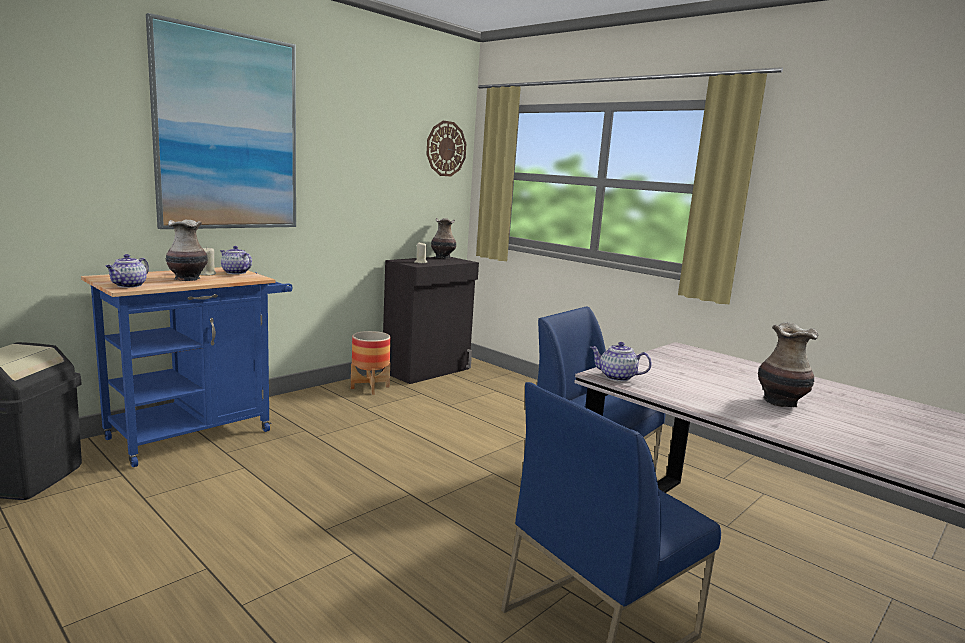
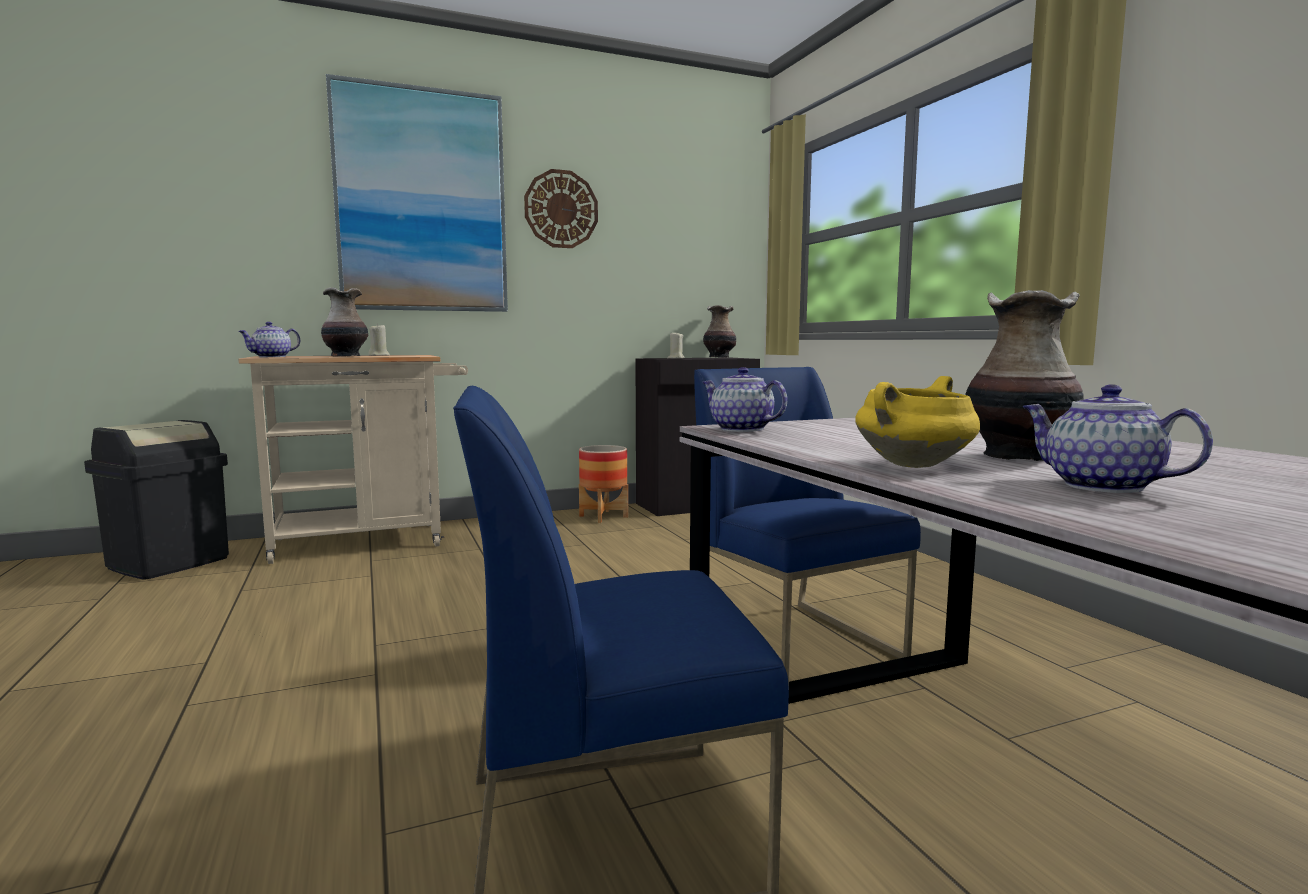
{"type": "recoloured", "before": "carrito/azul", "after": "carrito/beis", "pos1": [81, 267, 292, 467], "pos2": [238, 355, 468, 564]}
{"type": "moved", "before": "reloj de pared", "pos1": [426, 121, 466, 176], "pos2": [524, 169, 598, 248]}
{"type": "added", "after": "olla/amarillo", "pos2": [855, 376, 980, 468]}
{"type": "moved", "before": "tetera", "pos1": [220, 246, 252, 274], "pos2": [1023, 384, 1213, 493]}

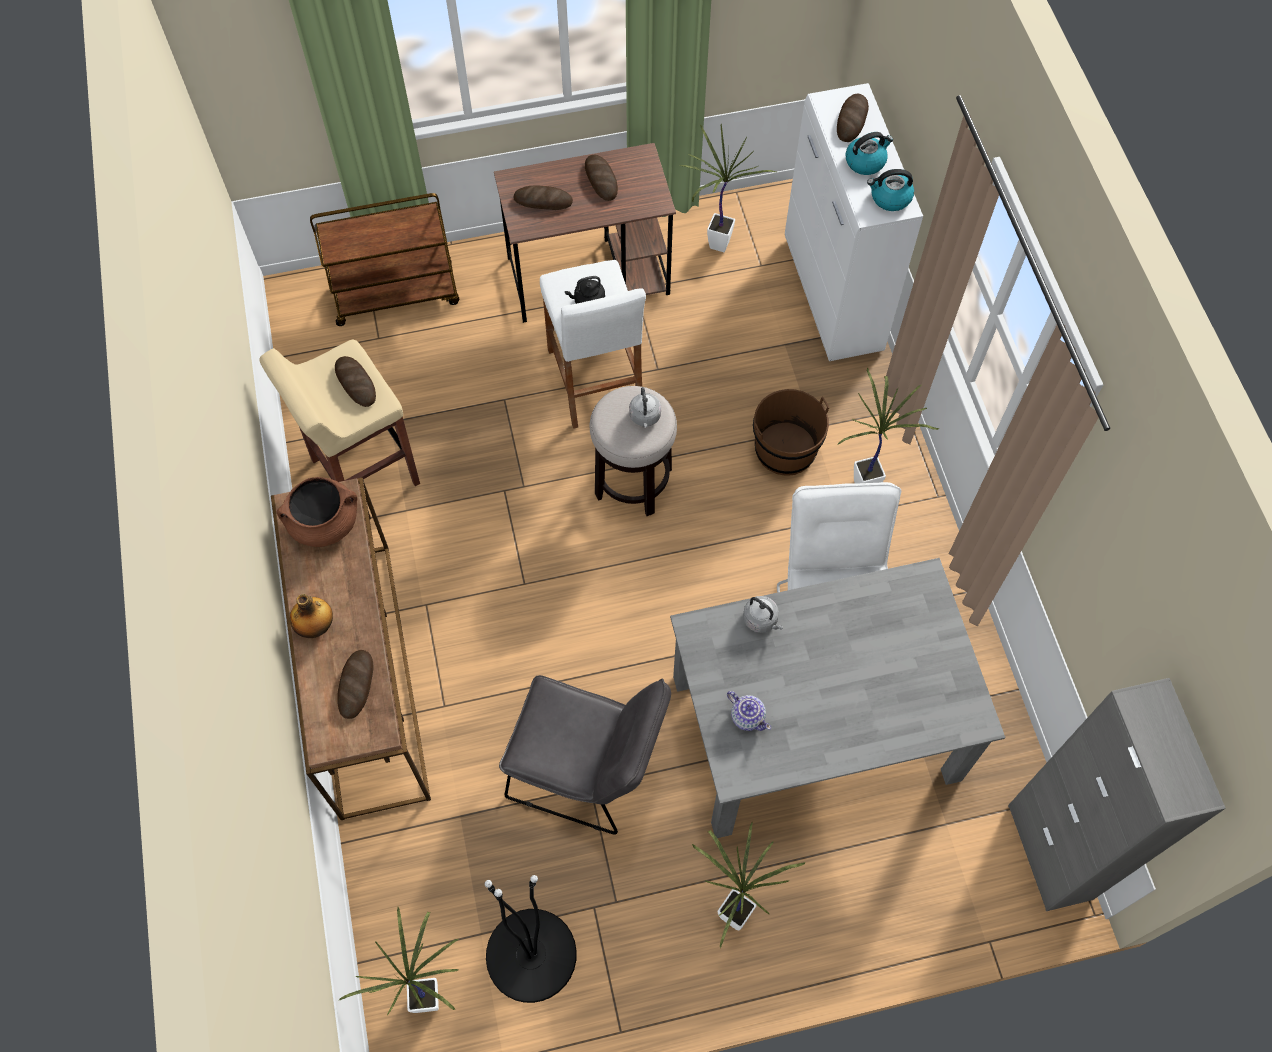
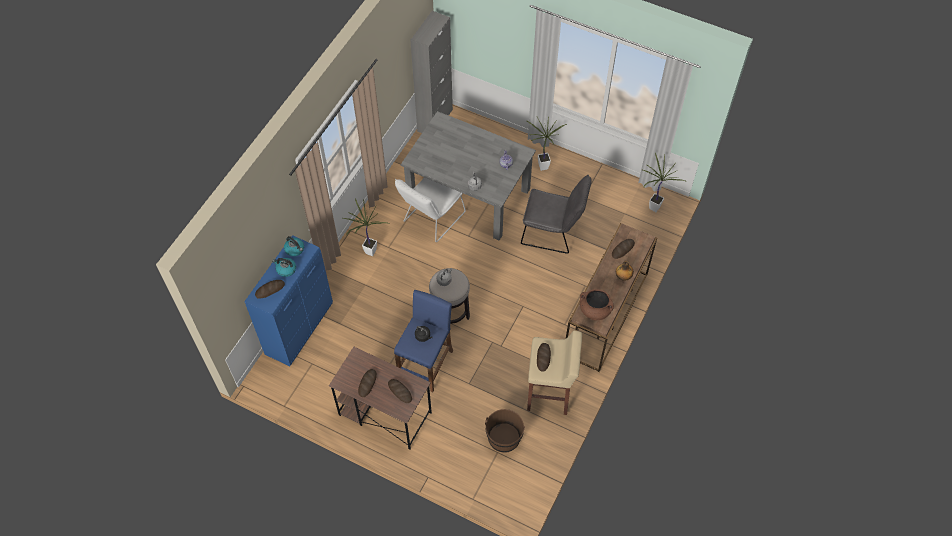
{"type": "recoloured", "before": "armario/blanco", "after": "armario/azul", "pos1": [785, 83, 923, 361], "pos2": [244, 235, 333, 366]}
{"type": "recoloured", "before": "taburete/blanco", "after": "taburete/azul", "pos1": [540, 260, 646, 429], "pos2": [394, 290, 453, 392]}
{"type": "moved", "before": "cubo/marrón", "pos1": [753, 389, 829, 476], "pos2": [485, 409, 525, 453]}
{"type": "turned", "before": "silla/gris", "pos1": [499, 675, 671, 835], "pos2": [521, 174, 592, 254], "turn": 135}
{"type": "removed", "before": "carrito/marrón", "pos1": [310, 193, 459, 326]}
{"type": "removed", "before": "lámpara de pie/negro", "pos1": [485, 875, 577, 1003]}
{"type": "removed", "before": "planta en maceta", "pos1": [680, 124, 776, 252]}

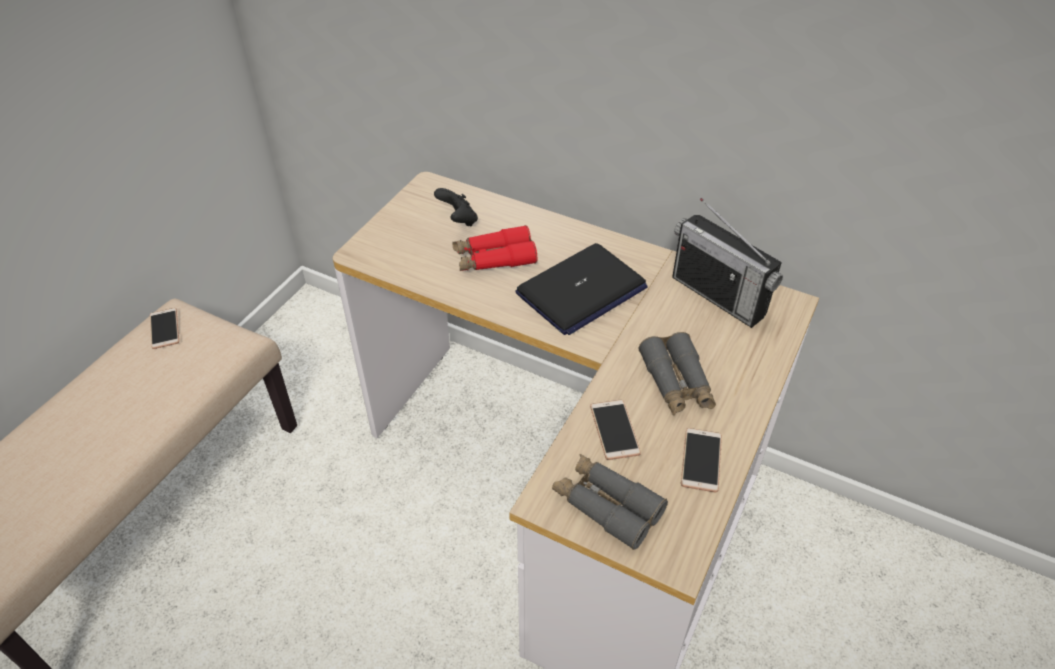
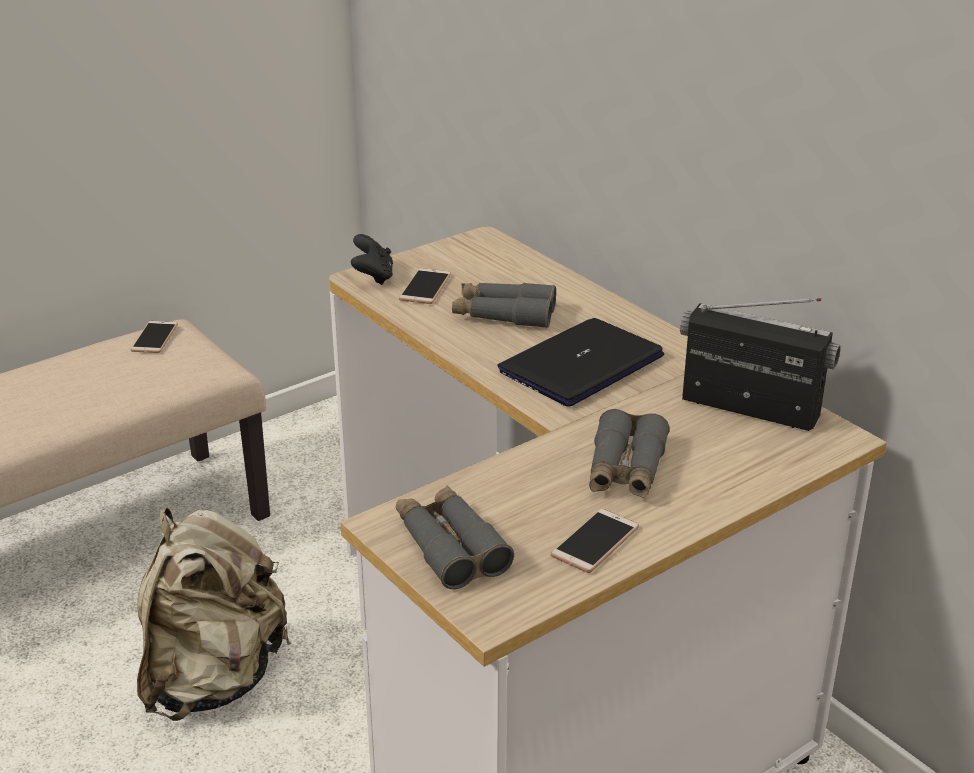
{"type": "added", "after": "mochila/beis", "pos2": [137, 508, 291, 721]}
{"type": "moved", "before": "mando de consola/negro", "pos1": [434, 188, 478, 227], "pos2": [351, 234, 393, 285]}
{"type": "moved", "before": "móvil", "pos1": [590, 400, 641, 460], "pos2": [399, 268, 451, 304]}
{"type": "recoloured", "before": "prismáticos/rojo", "after": "prismáticos/gris", "pos1": [452, 225, 537, 271], "pos2": [452, 283, 556, 328]}
{"type": "turned", "before": "portátil", "pos1": [515, 243, 648, 335], "pos2": [497, 318, 664, 407], "turn": 150}
{"type": "turned", "before": "radio", "pos1": [672, 198, 783, 328], "pos2": [680, 298, 841, 431], "turn": 135}

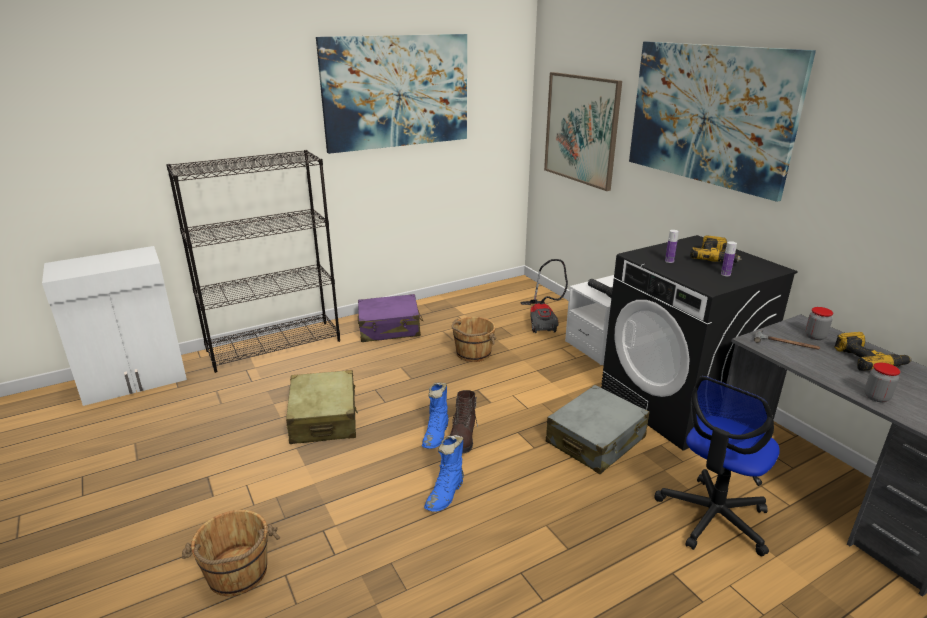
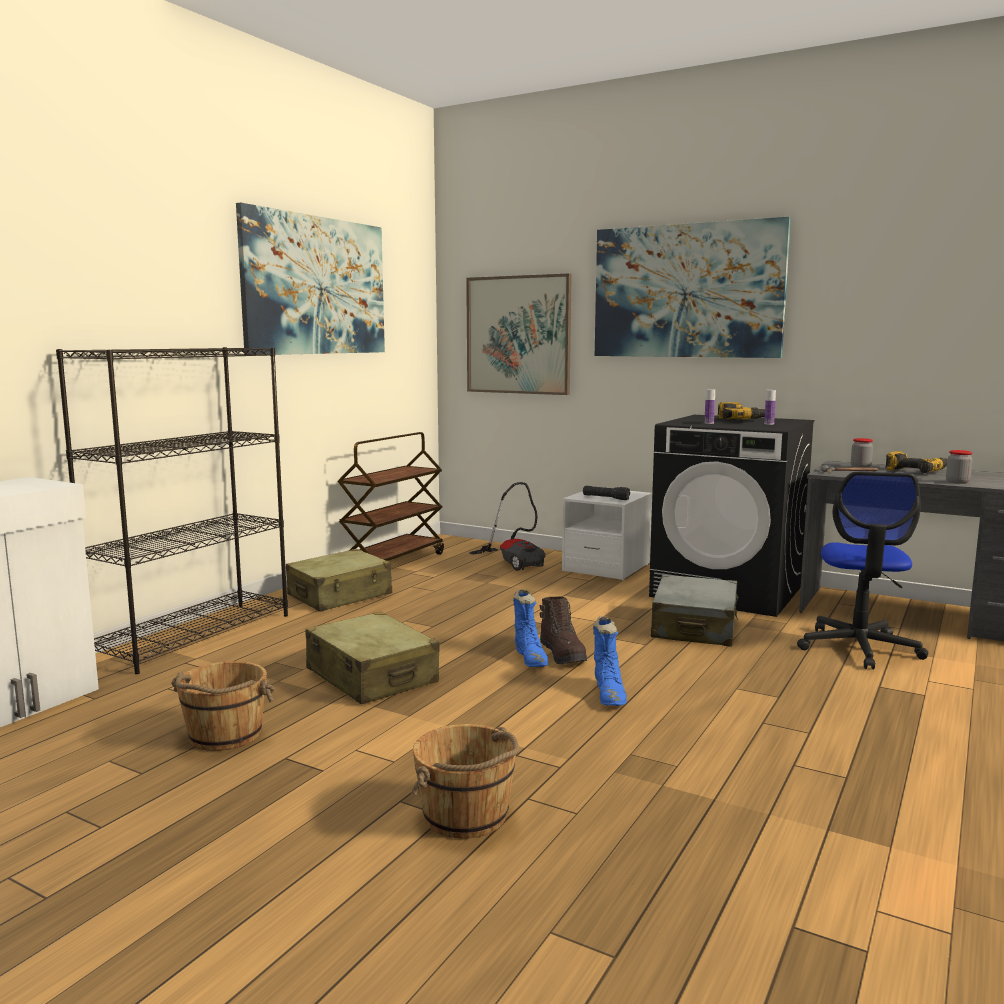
{"type": "moved", "before": "cubo/marrón", "pos1": [452, 317, 496, 362], "pos2": [171, 661, 275, 751]}
{"type": "recoloured", "before": "maleta/morado", "after": "maleta/beis", "pos1": [358, 294, 423, 342], "pos2": [286, 549, 392, 612]}
{"type": "added", "after": "carrito/marrón", "pos2": [338, 432, 444, 561]}

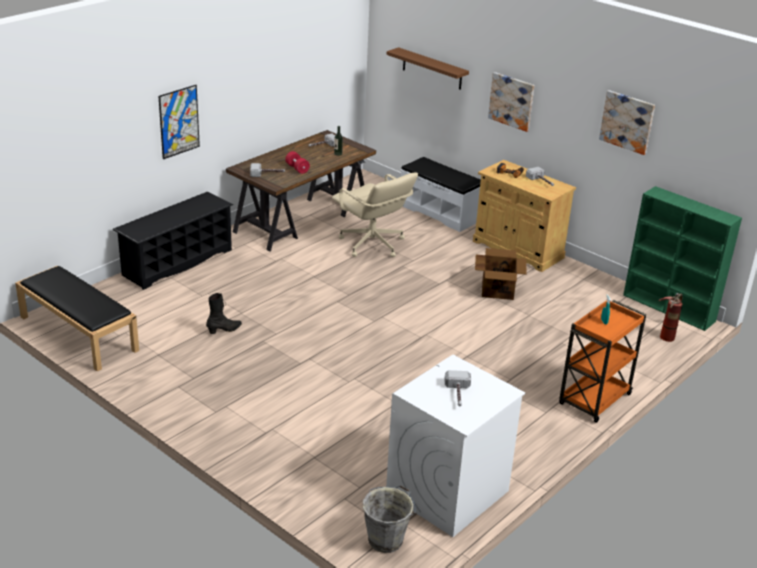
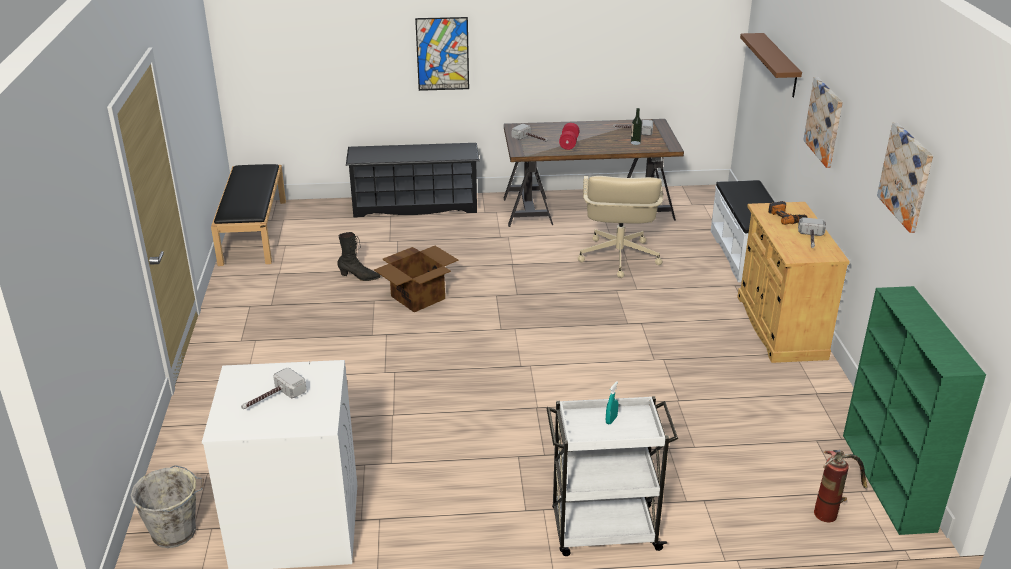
{"type": "moved", "before": "caja de cartón", "pos1": [475, 248, 527, 300], "pos2": [374, 246, 458, 312]}
{"type": "recoloured", "before": "carrito/naranja", "after": "carrito/blanco", "pos1": [559, 300, 646, 423], "pos2": [546, 396, 678, 556]}

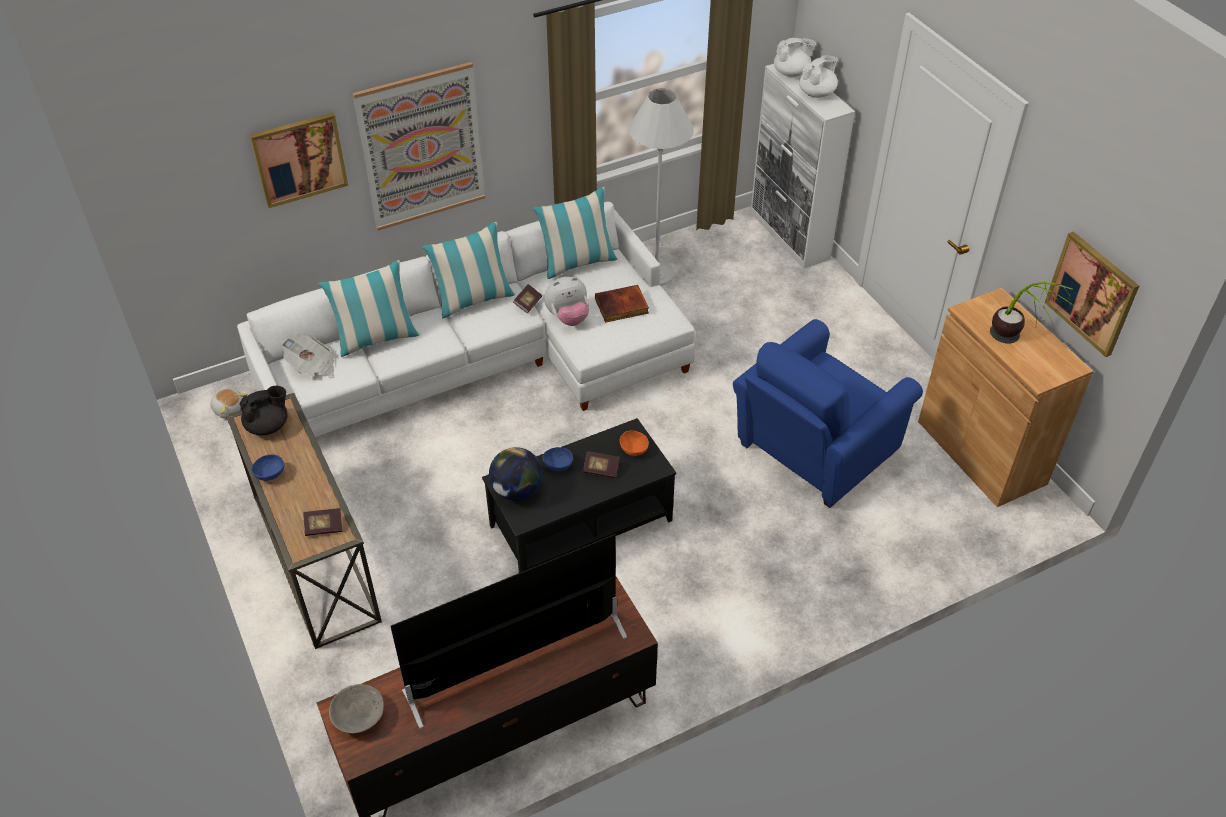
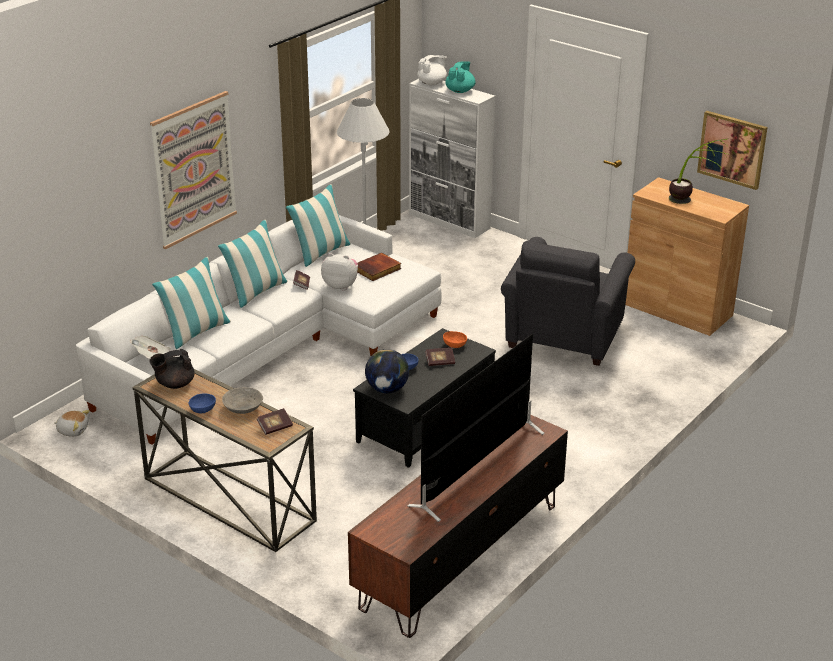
{"type": "turned", "before": "tetera/negro", "pos1": [239, 386, 288, 435], "pos2": [149, 349, 194, 389], "turn": -150}
{"type": "moved", "before": "cuenco/gris", "pos1": [329, 684, 384, 733], "pos2": [222, 387, 263, 414]}
{"type": "turned", "before": "peluche", "pos1": [544, 276, 589, 326], "pos2": [321, 253, 358, 290], "turn": -120}
{"type": "recoloured", "before": "tetera/blanco", "after": "tetera/turquesa", "pos1": [799, 55, 838, 98], "pos2": [445, 61, 475, 93]}
{"type": "recoloured", "before": "sillón/azul", "after": "sillón/gris", "pos1": [733, 319, 923, 508], "pos2": [501, 237, 635, 366]}
{"type": "removed", "before": "cuadro", "pos1": [250, 113, 348, 208]}

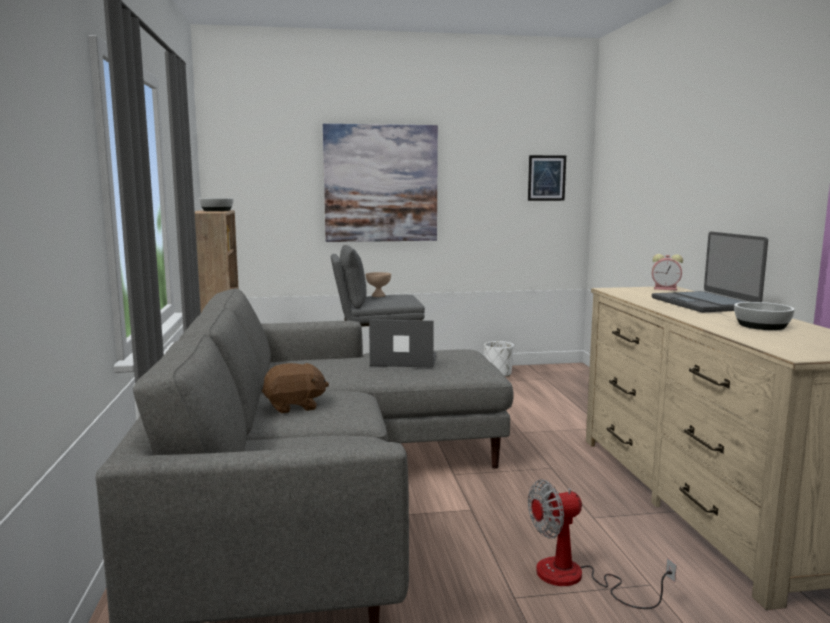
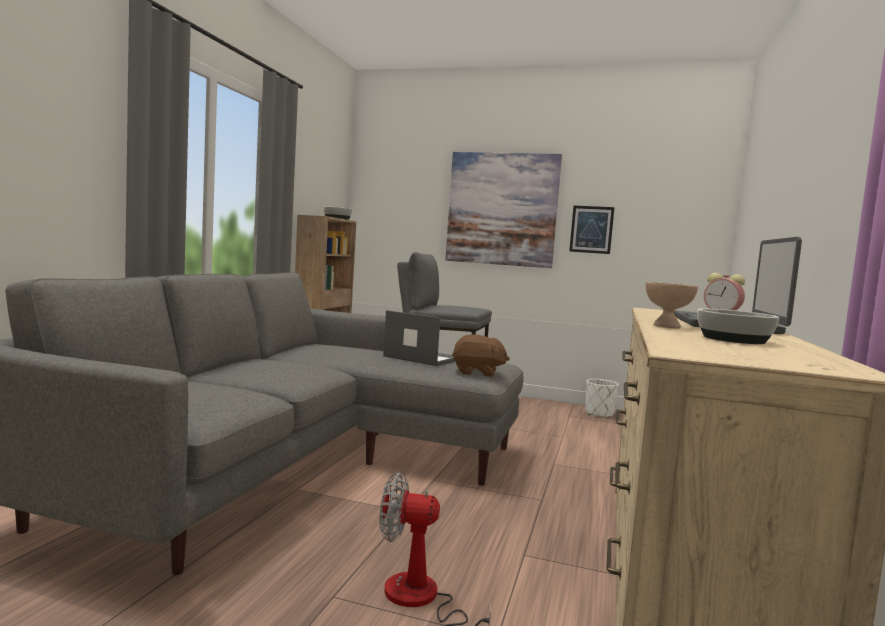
{"type": "moved", "before": "peluche/marrón", "pos1": [262, 363, 329, 413], "pos2": [452, 334, 510, 377]}
{"type": "moved", "before": "cuadro", "pos1": [528, 155, 566, 201], "pos2": [569, 206, 614, 254]}
{"type": "moved", "before": "cuenco/beis", "pos1": [366, 272, 391, 297], "pos2": [646, 282, 698, 328]}

